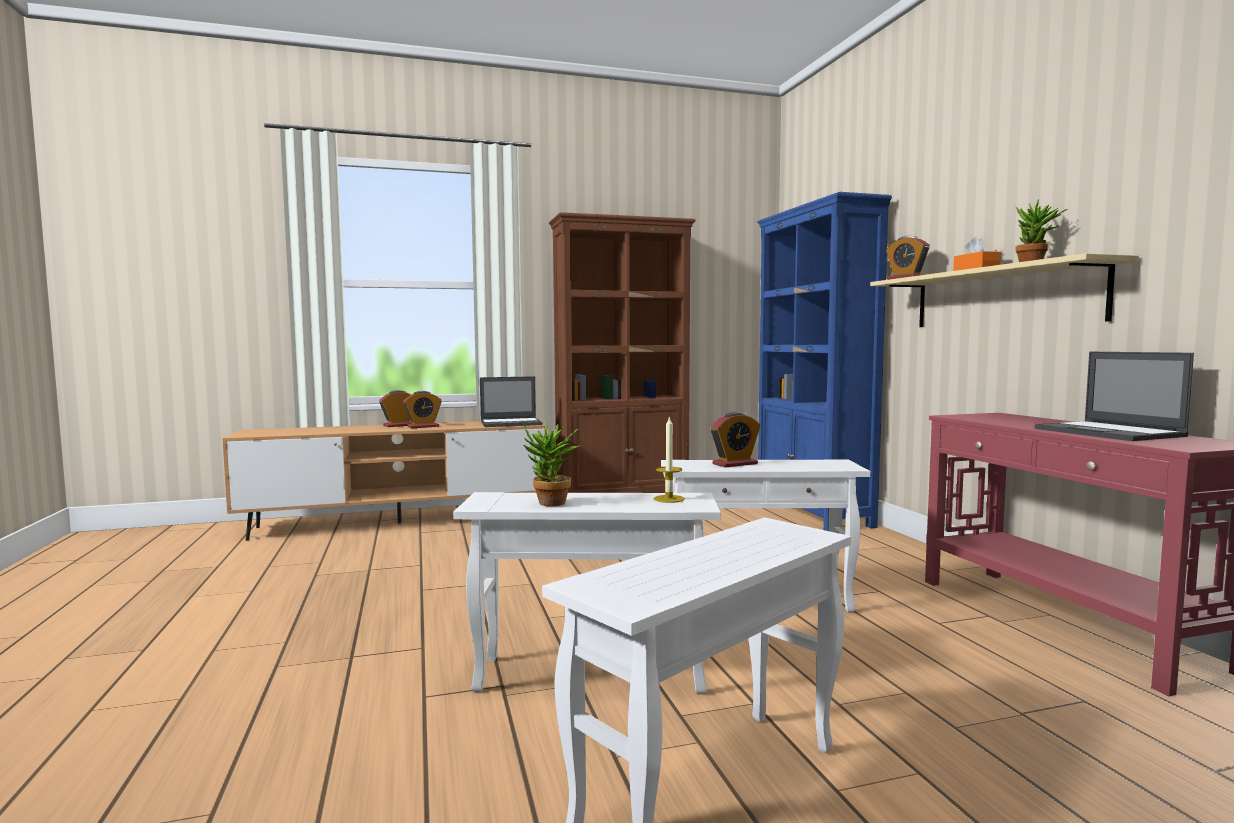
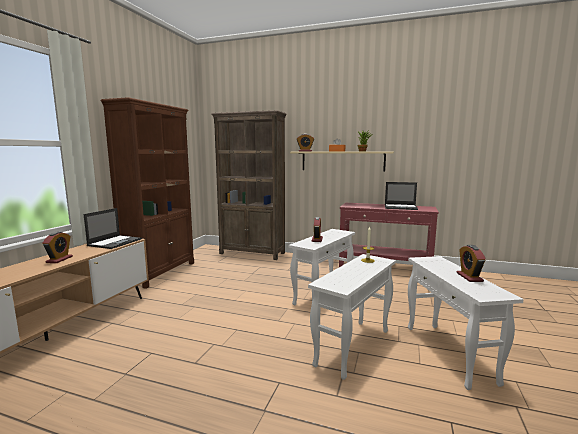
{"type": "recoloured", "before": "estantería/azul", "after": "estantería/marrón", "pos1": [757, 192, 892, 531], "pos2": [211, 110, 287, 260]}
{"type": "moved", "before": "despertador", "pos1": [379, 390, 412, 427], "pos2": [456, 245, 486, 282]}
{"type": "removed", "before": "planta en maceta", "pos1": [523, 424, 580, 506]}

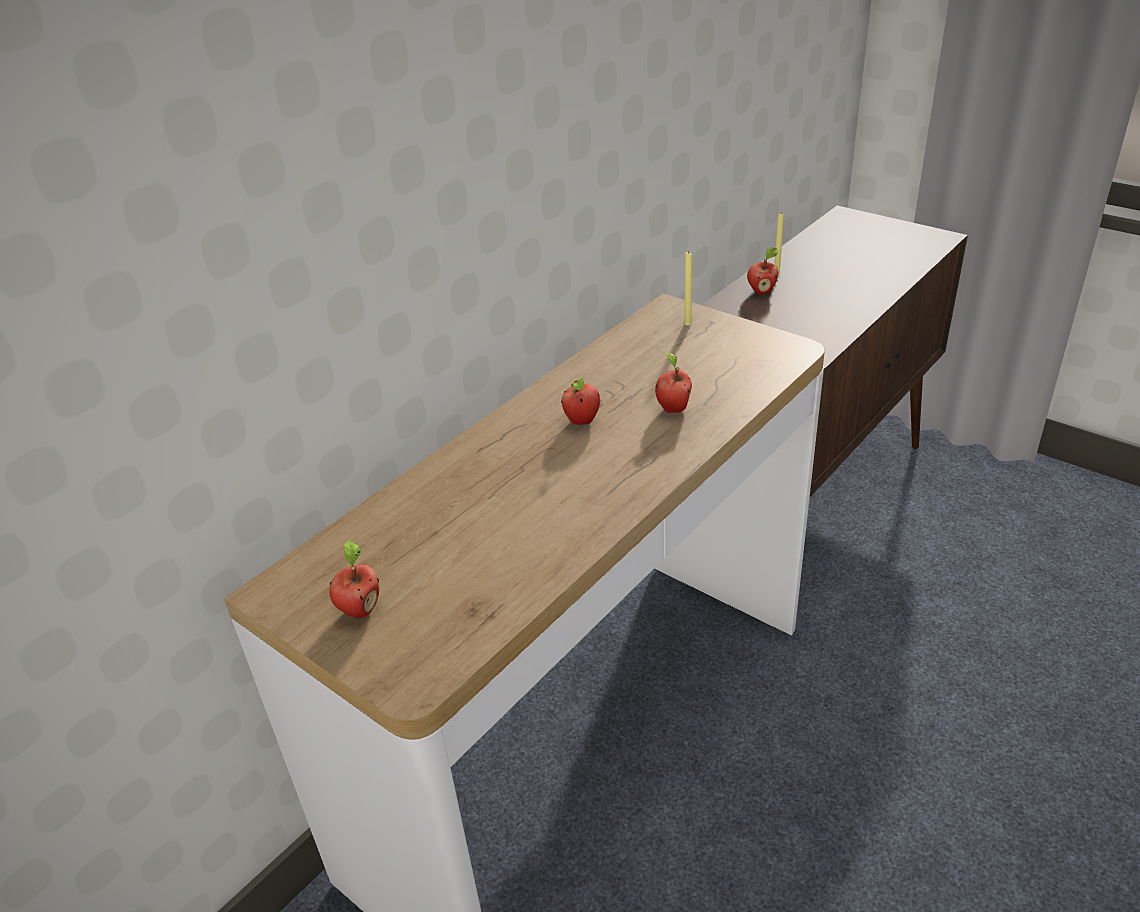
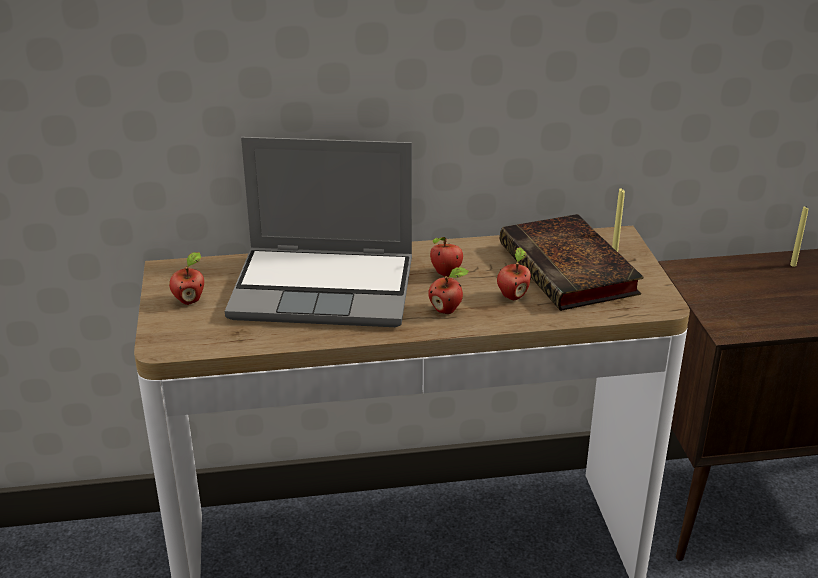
{"type": "added", "after": "portátil", "pos2": [225, 137, 412, 327]}
{"type": "moved", "before": "manzana", "pos1": [747, 247, 778, 295], "pos2": [428, 267, 469, 314]}
{"type": "added", "after": "libro", "pos2": [500, 214, 644, 311]}

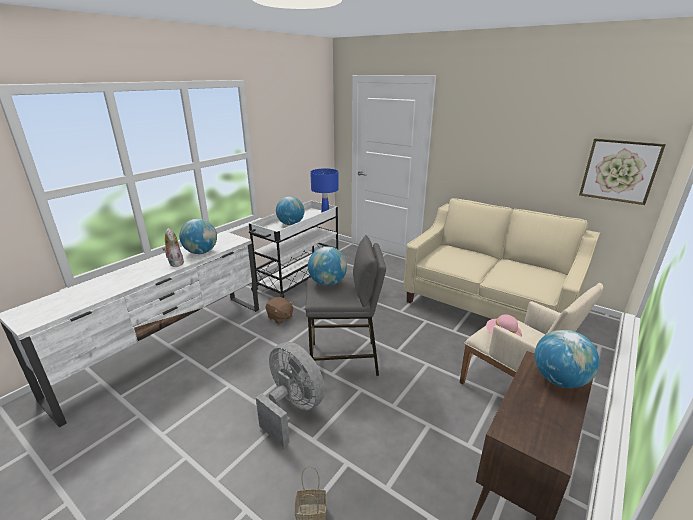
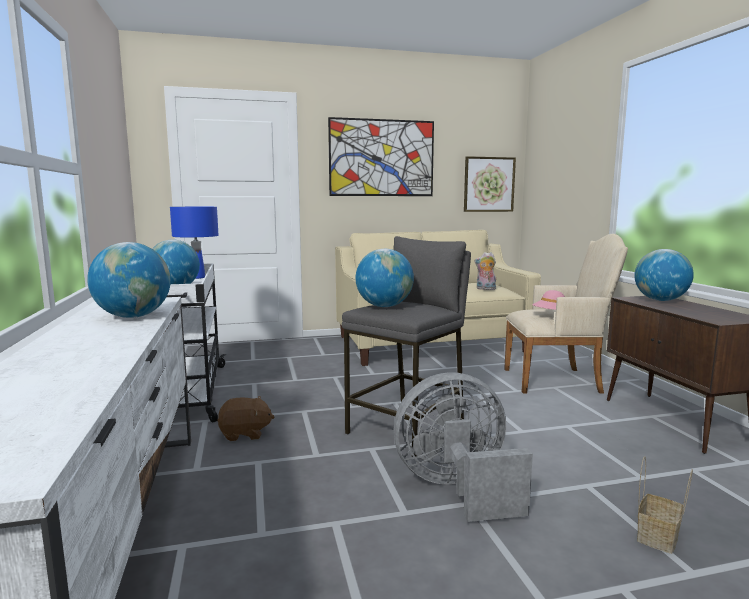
{"type": "added", "after": "cuadro", "pos2": [328, 117, 434, 196]}
{"type": "moved", "before": "peluche", "pos1": [162, 228, 184, 267], "pos2": [474, 252, 496, 290]}

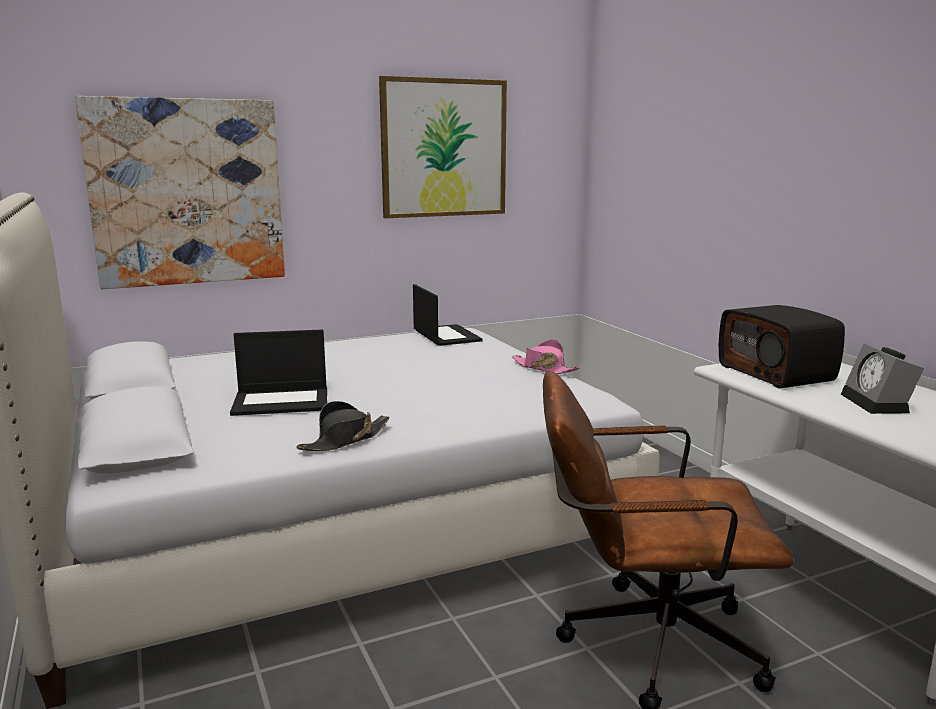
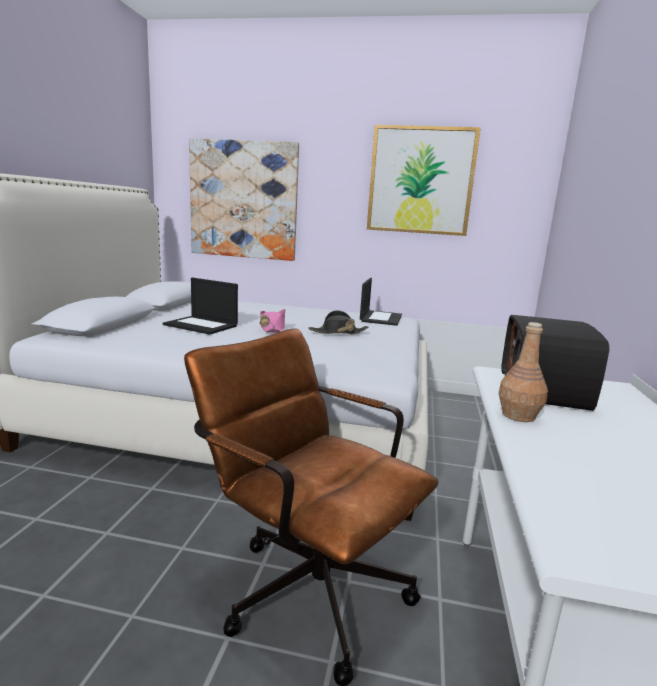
{"type": "moved", "before": "sombrero/rosa", "pos1": [512, 340, 581, 374], "pos2": [260, 309, 285, 333]}
{"type": "moved", "before": "sombrero/negro", "pos1": [297, 401, 390, 451], "pos2": [308, 310, 369, 334]}
{"type": "added", "after": "botella/marrón", "pos2": [499, 322, 548, 422]}
{"type": "removed", "before": "despertador", "pos1": [841, 343, 924, 414]}

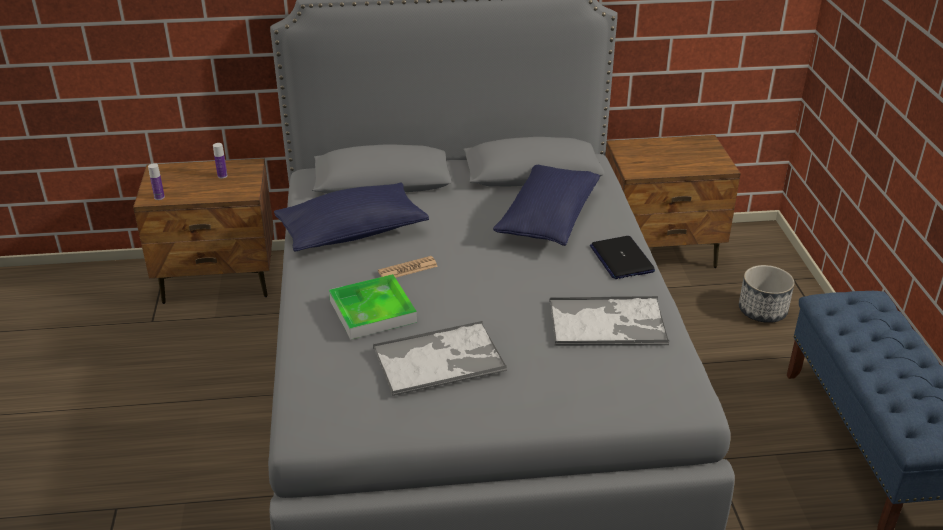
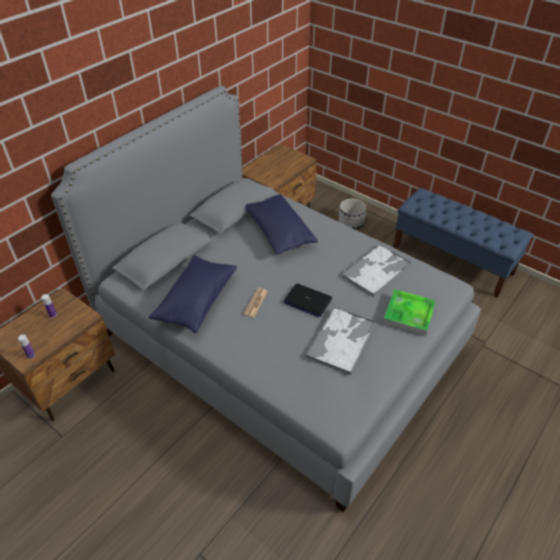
{"type": "moved", "before": "portátil", "pos1": [590, 236, 655, 279], "pos2": [284, 284, 332, 317]}
{"type": "moved", "before": "bandeja", "pos1": [329, 274, 417, 340], "pos2": [383, 289, 436, 336]}

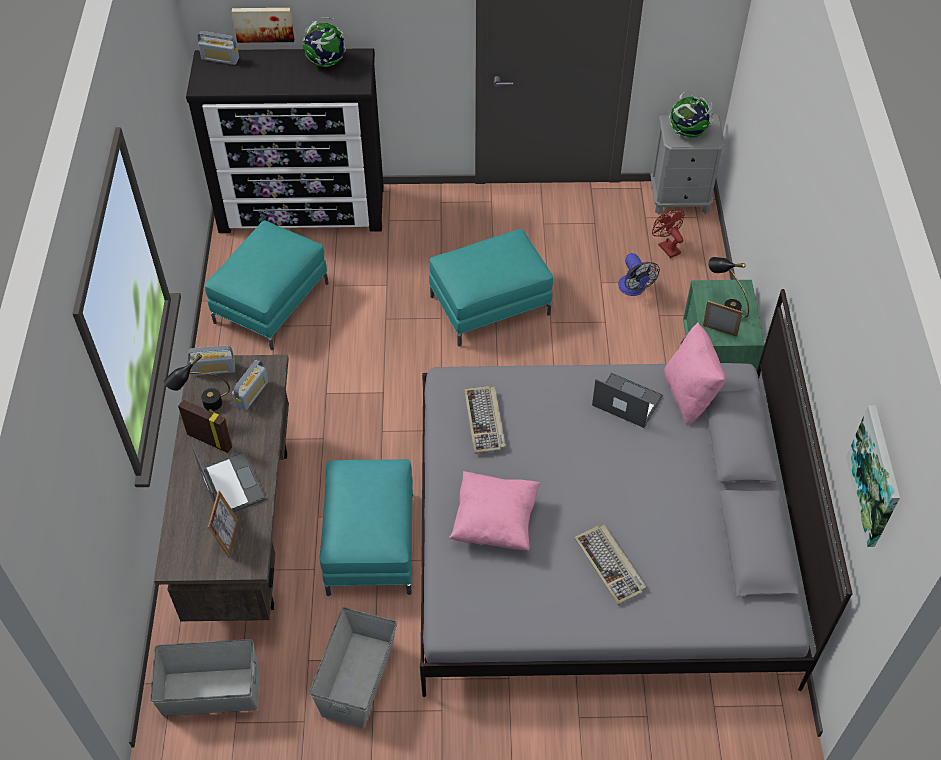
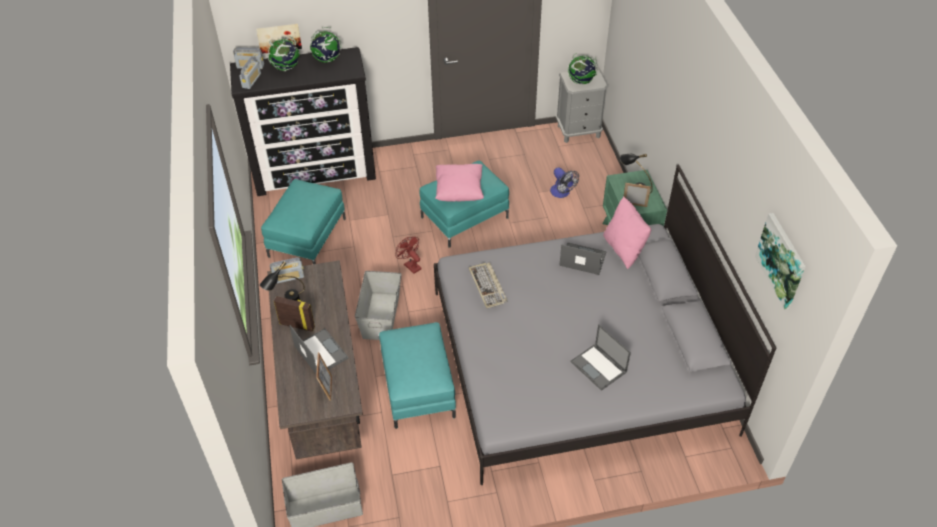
{"type": "moved", "before": "radio", "pos1": [232, 359, 268, 411], "pos2": [239, 56, 261, 89]}
{"type": "added", "after": "globo terráqueo", "pos2": [268, 36, 300, 71]}
{"type": "moved", "before": "caja de almacenaje/gris", "pos1": [310, 607, 397, 728], "pos2": [355, 271, 402, 340]}
{"type": "moved", "before": "ventilador/rojo", "pos1": [652, 210, 684, 258], "pos2": [395, 237, 422, 274]}
{"type": "moved", "before": "cojín/rosa", "pos1": [449, 471, 540, 551], "pos2": [435, 164, 484, 202]}
{"type": "replaced", "before": "teclado", "after": "portátil", "pos1": [574, 525, 646, 605], "pos2": [571, 324, 631, 391]}

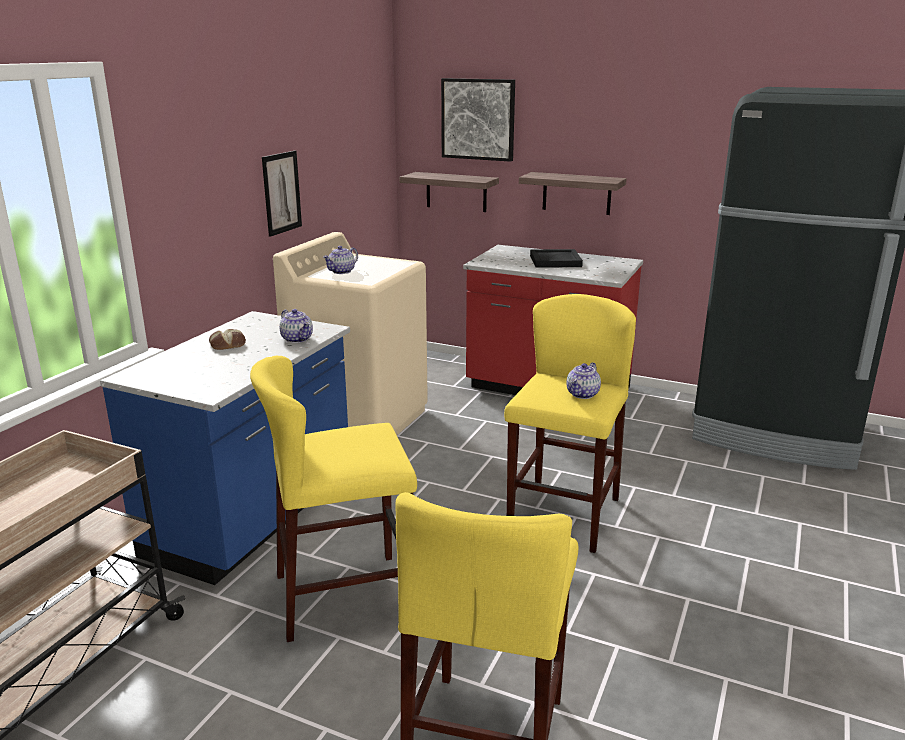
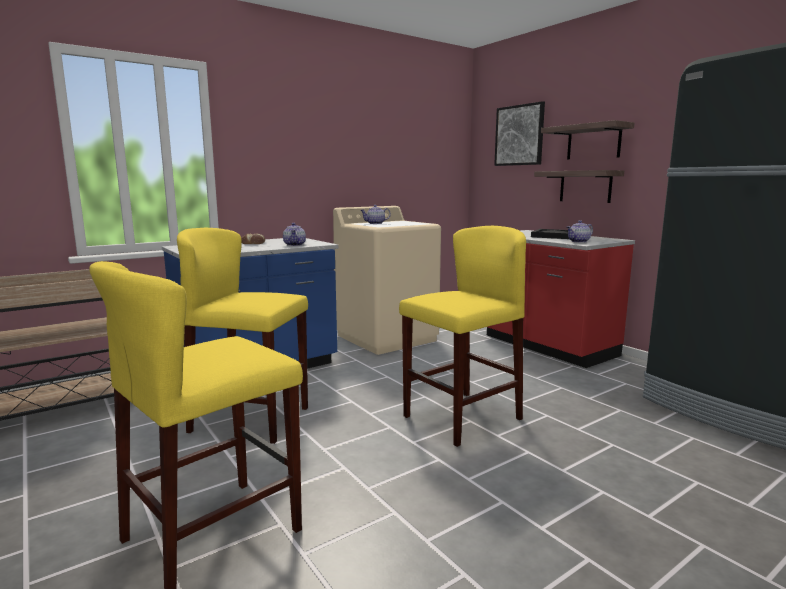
{"type": "moved", "before": "estante", "pos1": [399, 172, 499, 212], "pos2": [541, 120, 634, 160]}
{"type": "moved", "before": "tetera", "pos1": [566, 362, 601, 399], "pos2": [567, 220, 593, 243]}
{"type": "removed", "before": "cuadro", "pos1": [262, 151, 302, 237]}

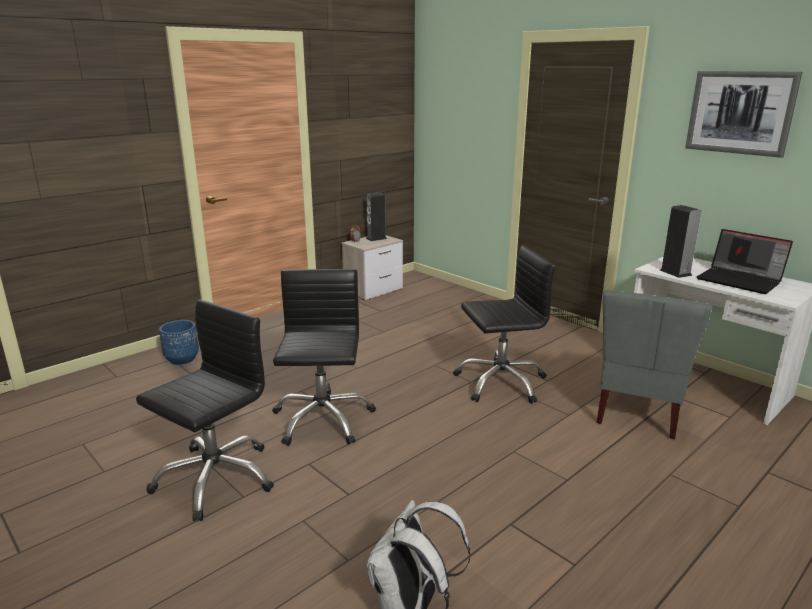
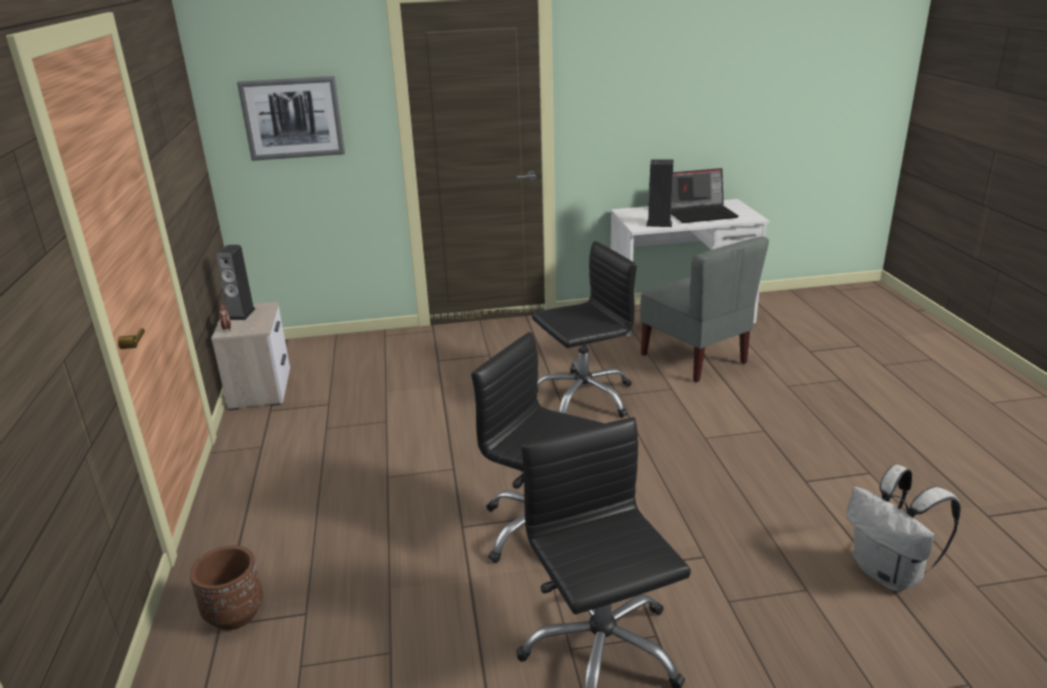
{"type": "recoloured", "before": "maceta/azul", "after": "maceta/marrón", "pos1": [159, 320, 199, 365], "pos2": [190, 546, 263, 630]}
{"type": "moved", "before": "cuadro", "pos1": [685, 71, 802, 158], "pos2": [237, 76, 345, 161]}
{"type": "turned", "before": "silla de oficina/negro", "pos1": [453, 245, 555, 404], "pos2": [532, 241, 637, 418], "turn": 45}

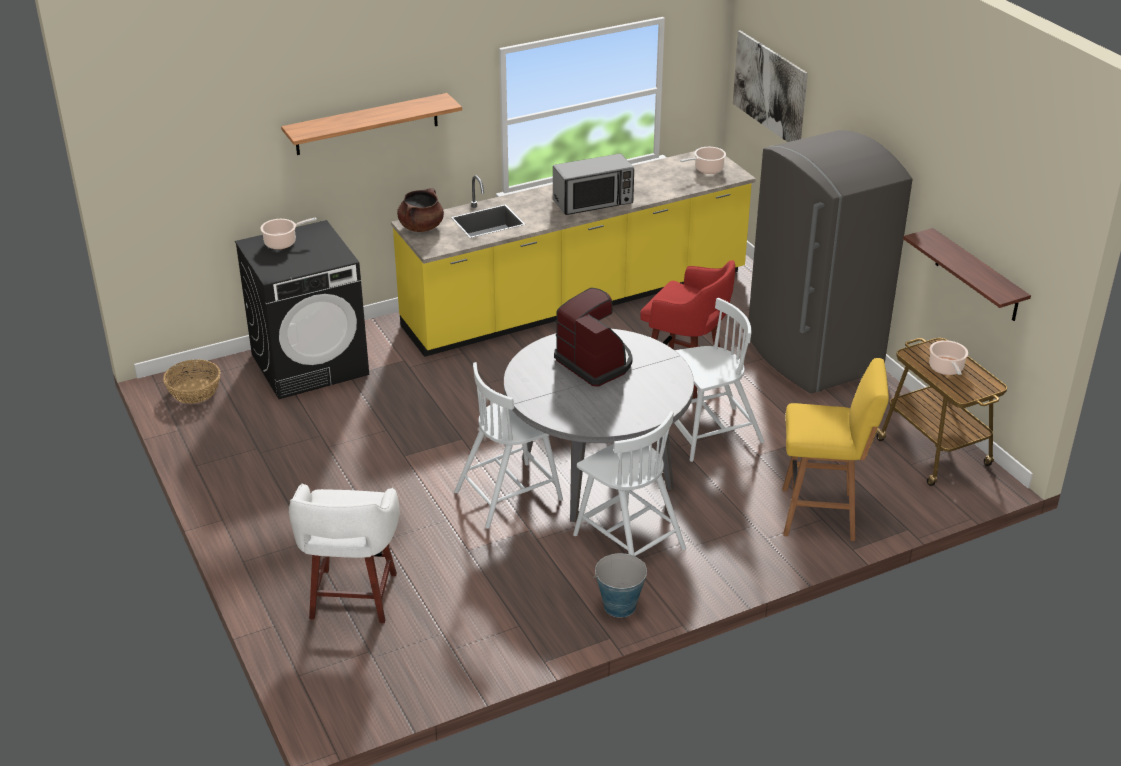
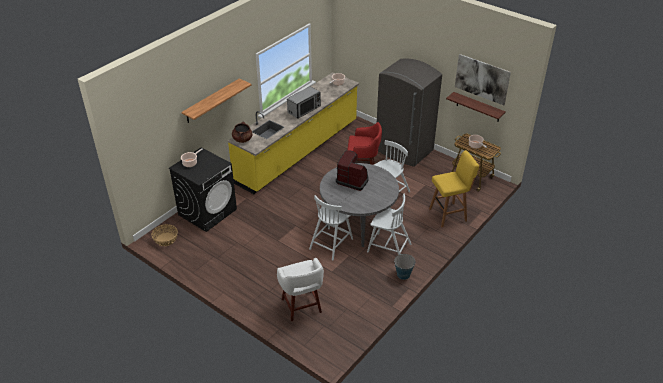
{"type": "moved", "before": "cuadro", "pos1": [733, 31, 808, 142], "pos2": [455, 54, 511, 105]}

